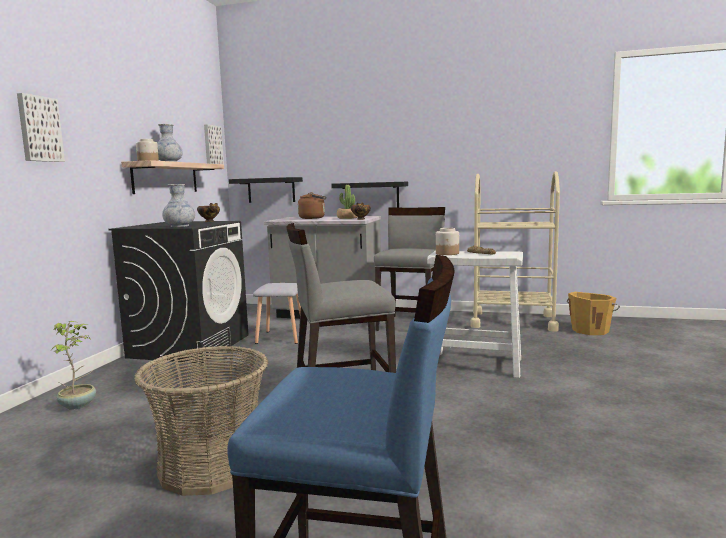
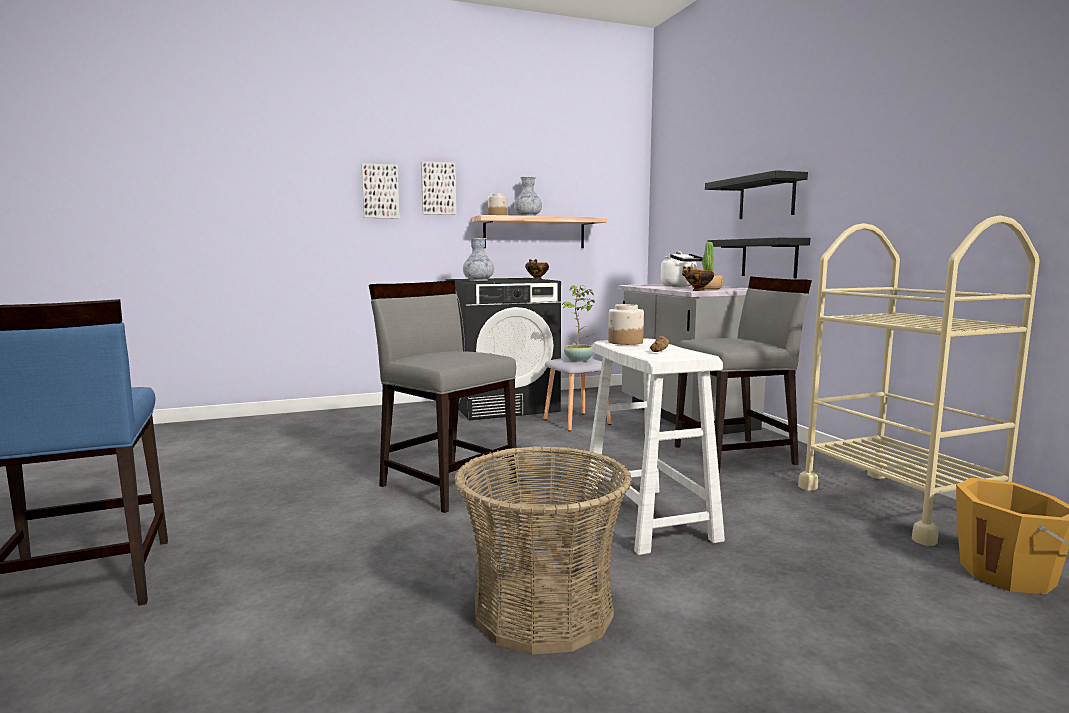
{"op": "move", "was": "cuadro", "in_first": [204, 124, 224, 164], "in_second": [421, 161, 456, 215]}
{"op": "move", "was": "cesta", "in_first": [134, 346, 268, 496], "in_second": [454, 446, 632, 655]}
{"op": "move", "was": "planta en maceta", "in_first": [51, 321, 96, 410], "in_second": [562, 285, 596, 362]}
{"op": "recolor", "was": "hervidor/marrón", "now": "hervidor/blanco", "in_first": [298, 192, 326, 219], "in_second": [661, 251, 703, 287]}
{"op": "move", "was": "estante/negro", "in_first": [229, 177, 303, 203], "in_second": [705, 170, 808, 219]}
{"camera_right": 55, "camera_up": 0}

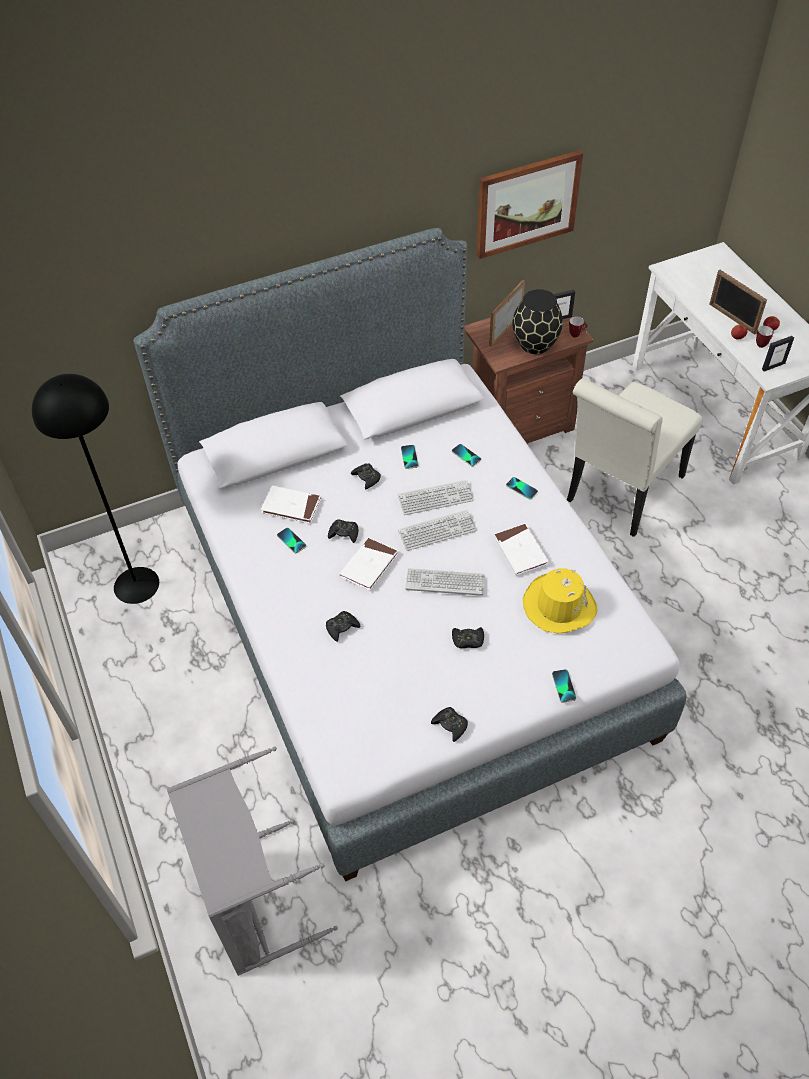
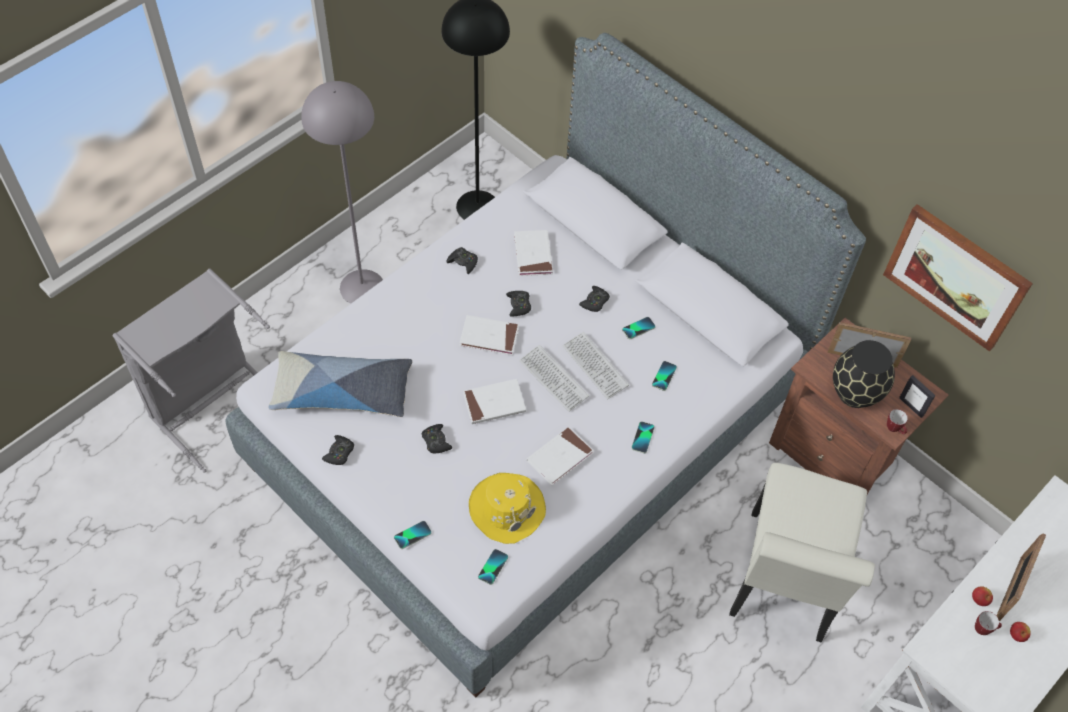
{"op": "insert", "now": "cojín", "in_second": [268, 351, 412, 417]}
{"op": "insert", "now": "lámpara de pie/gris", "in_second": [301, 81, 383, 304]}
{"op": "move", "was": "mando de consola/negro", "in_first": [326, 611, 360, 642], "in_second": [446, 247, 478, 274]}
{"op": "replace", "was": "teclado", "now": "libro/blanco", "in_first": [405, 569, 485, 596], "in_second": [463, 379, 526, 424]}
{"op": "move", "was": "móvil", "in_first": [277, 528, 306, 553], "in_second": [478, 549, 508, 585]}
{"op": "rotate", "was": "silla/blanco", "in_first": [567, 379, 703, 537], "in_second": [729, 463, 875, 643], "clockwise": -90}
{"op": "delete", "was": "portarretratos", "in_first": [762, 336, 794, 372]}
{"camera_right": 65, "camera_up": 5}

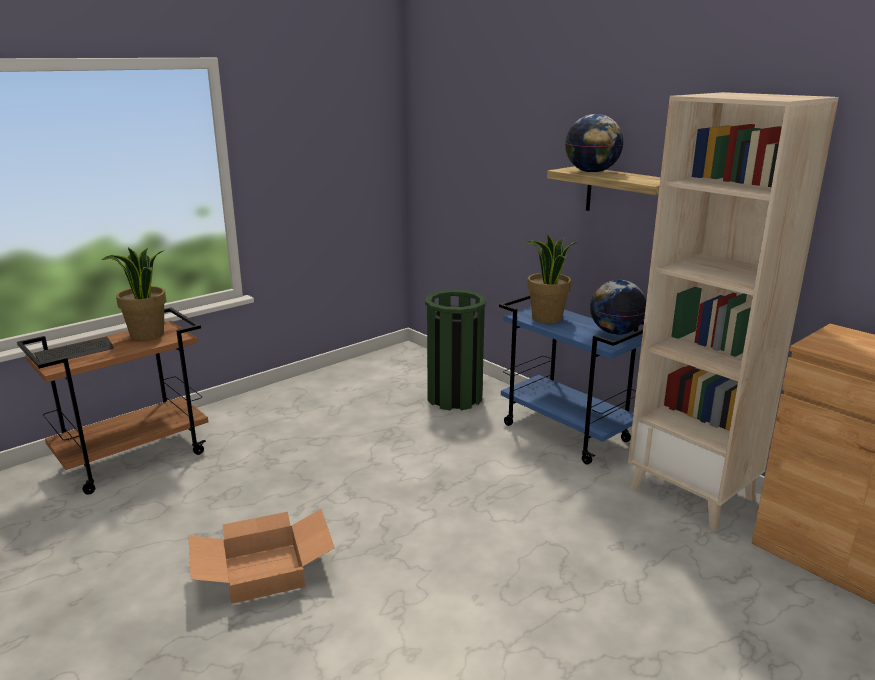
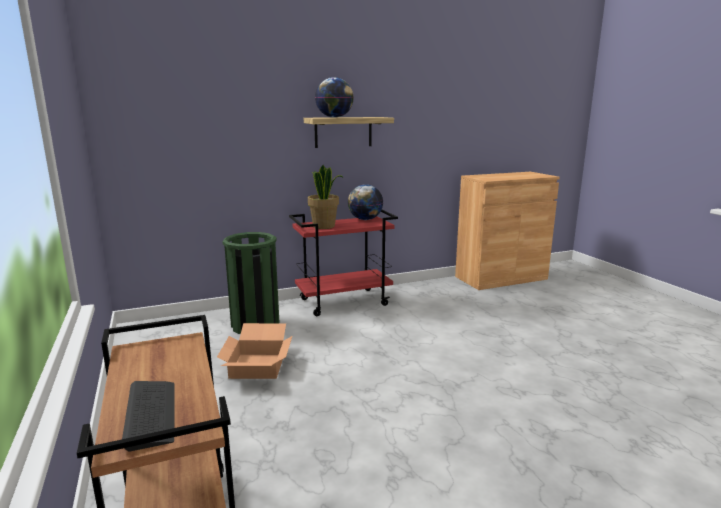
{"op": "move", "was": "caja de cartón", "in_first": [188, 509, 335, 604], "in_second": [217, 323, 292, 379]}
{"op": "recolor", "was": "carrito/azul", "now": "carrito/rojo", "in_first": [499, 295, 644, 465], "in_second": [289, 210, 398, 316]}
{"op": "delete", "was": "planta en maceta", "in_first": [102, 247, 167, 341]}
{"op": "delete", "was": "estantería/beis", "in_first": [628, 92, 839, 531]}
{"camera_right": -70, "camera_up": -5}

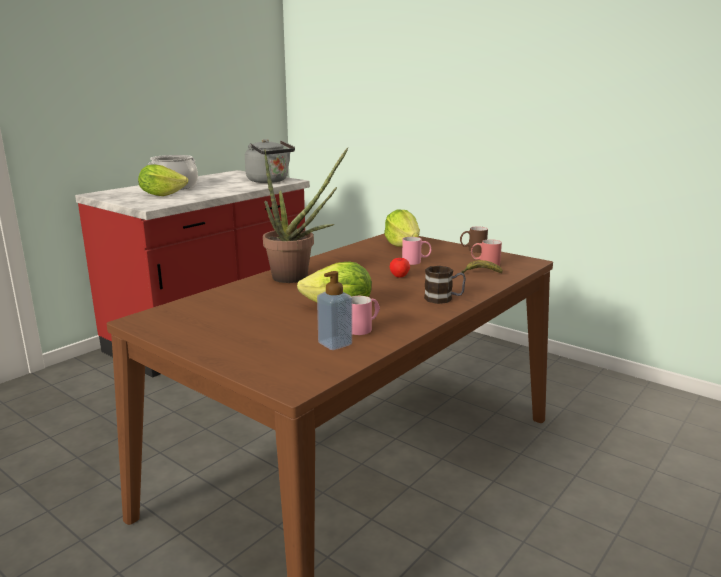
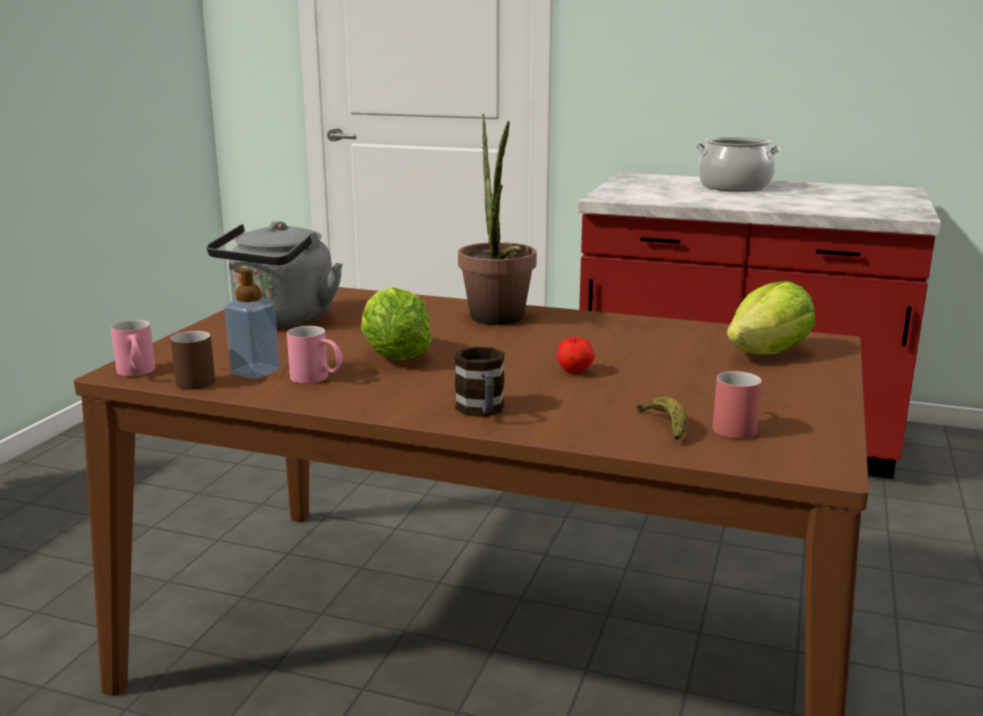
{"op": "move", "was": "taza grande/rosa", "in_first": [402, 237, 431, 265], "in_second": [111, 320, 156, 376]}
{"op": "move", "was": "taza grande/marrón", "in_first": [460, 226, 488, 253], "in_second": [170, 331, 215, 390]}
{"op": "move", "was": "hervidor/gris", "in_first": [245, 139, 295, 183], "in_second": [206, 221, 343, 327]}
{"op": "delete", "was": "lechuga", "in_first": [138, 164, 188, 196]}
{"camera_right": 70, "camera_up": 0}

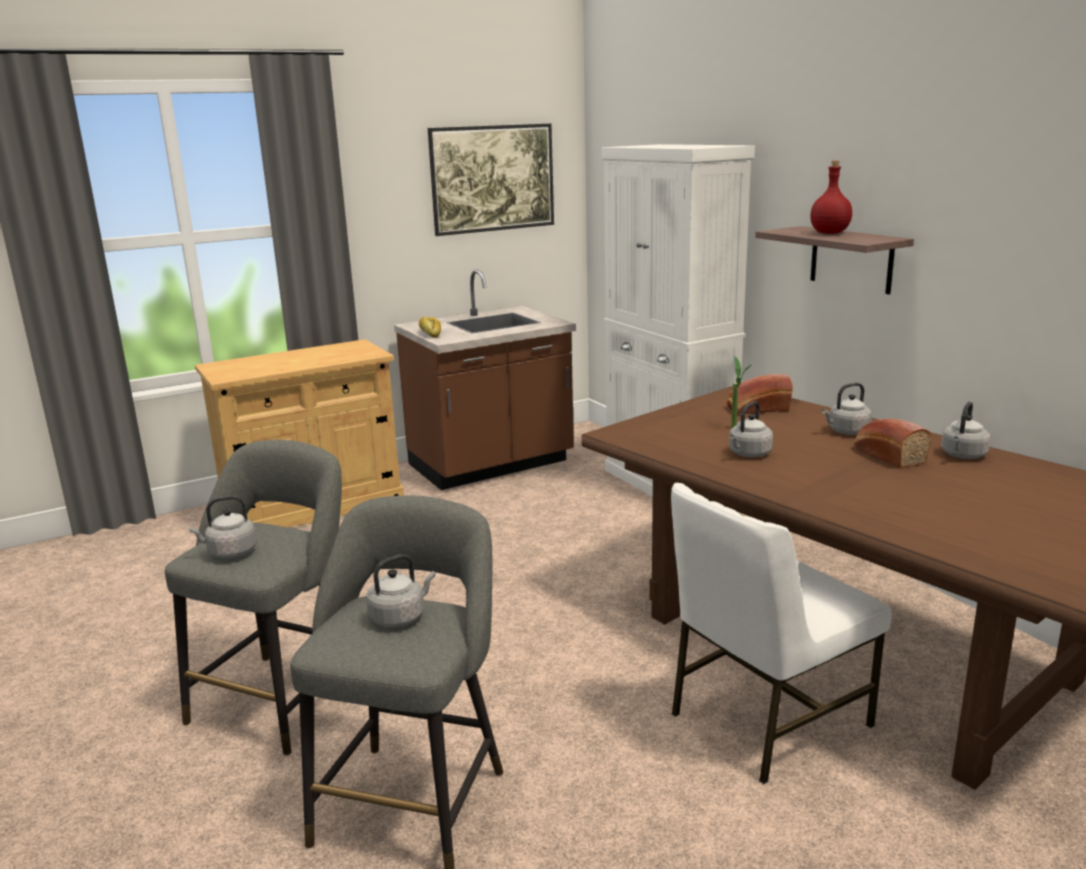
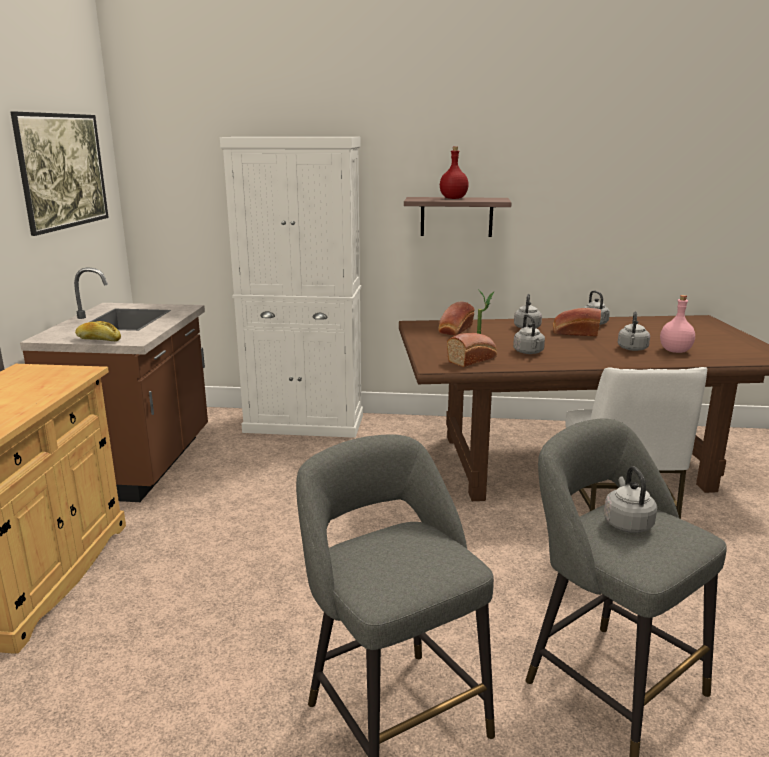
{"op": "insert", "now": "pan", "in_second": [447, 333, 497, 367]}
{"op": "move", "was": "hervidor/gris", "in_first": [189, 496, 257, 558], "in_second": [618, 311, 650, 351]}
{"op": "insert", "now": "botella/rosa", "in_second": [660, 295, 695, 353]}
{"camera_right": -55, "camera_up": 0}

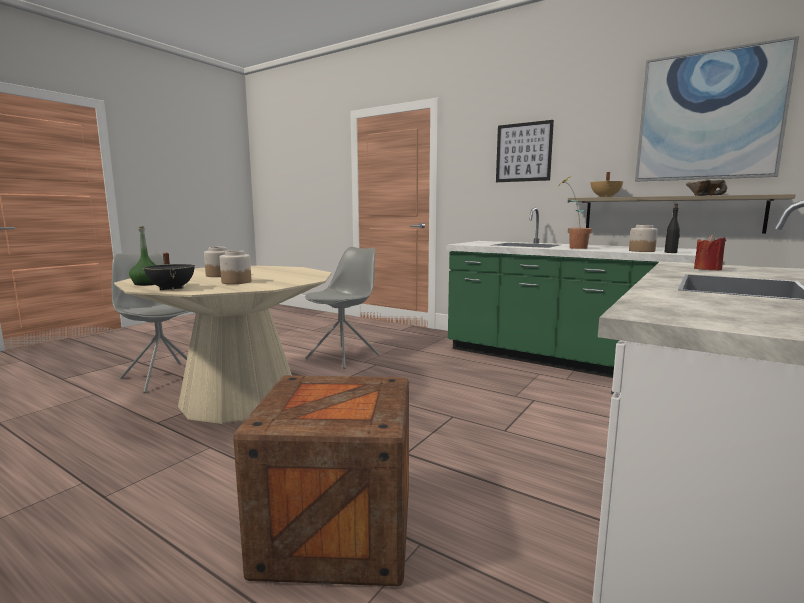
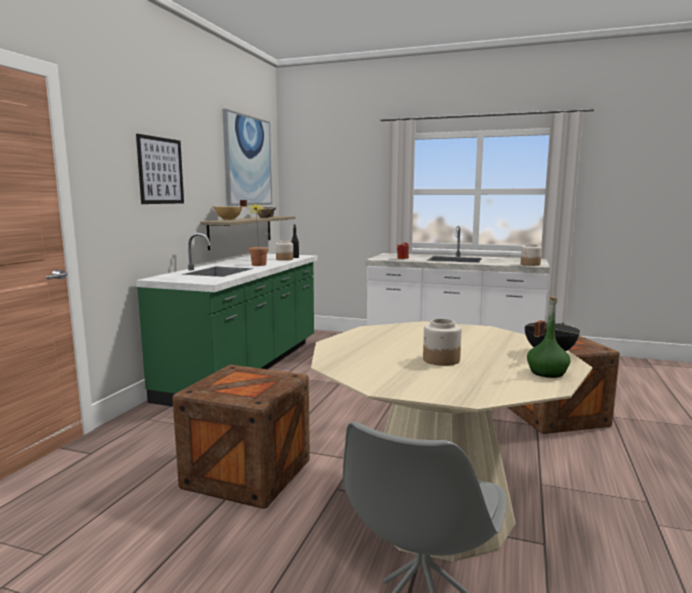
{"op": "replace", "was": "silla/gris", "now": "caja de embalaje", "in_first": [305, 247, 379, 369], "in_second": [172, 365, 310, 509]}
{"op": "move", "was": "tarro", "in_first": [220, 250, 251, 284], "in_second": [521, 244, 542, 266]}
{"camera_right": -105, "camera_up": 0}

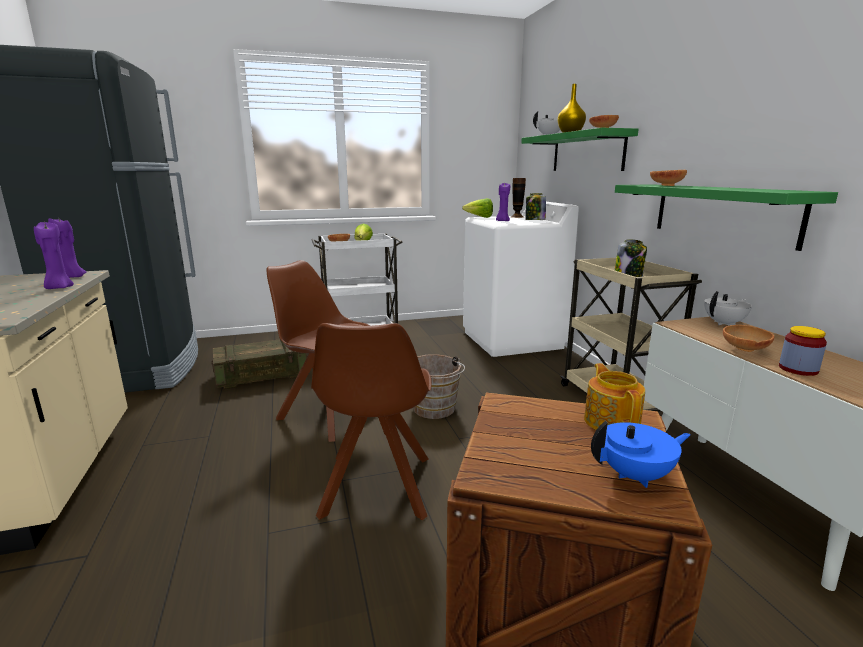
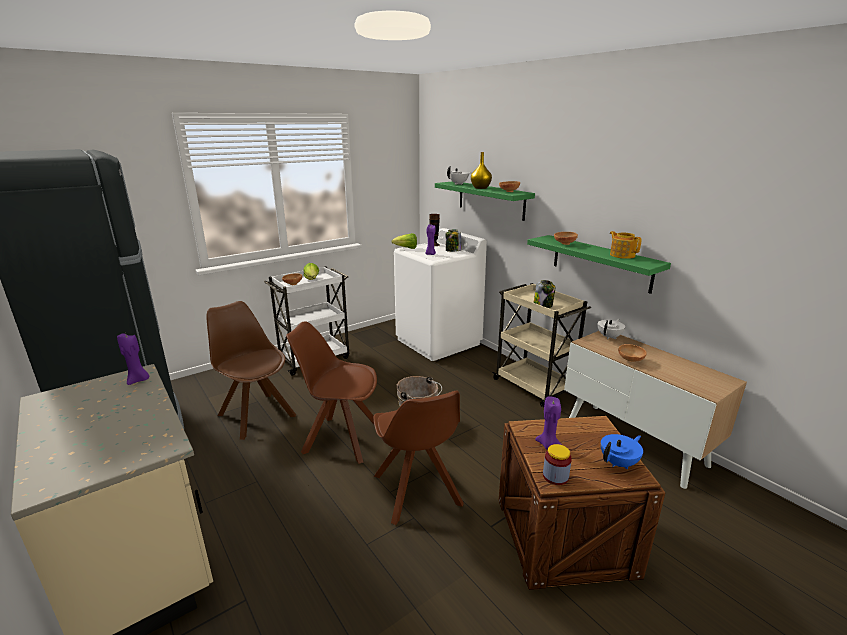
{"op": "replace", "was": "caja de embalaje", "now": "silla/marrón", "in_first": [211, 339, 307, 390], "in_second": [207, 301, 296, 440]}
{"op": "move", "was": "vela/morado", "in_first": [34, 221, 74, 289], "in_second": [535, 397, 562, 450]}
{"op": "move", "was": "tarro", "in_first": [779, 326, 827, 376], "in_second": [543, 444, 572, 485]}
{"op": "move", "was": "tetera", "in_first": [584, 363, 645, 430], "in_second": [610, 231, 642, 259]}
{"camera_right": -20, "camera_up": 5}

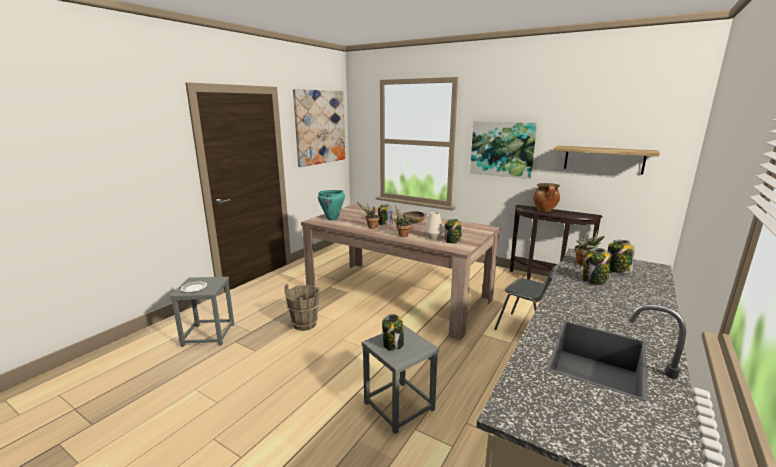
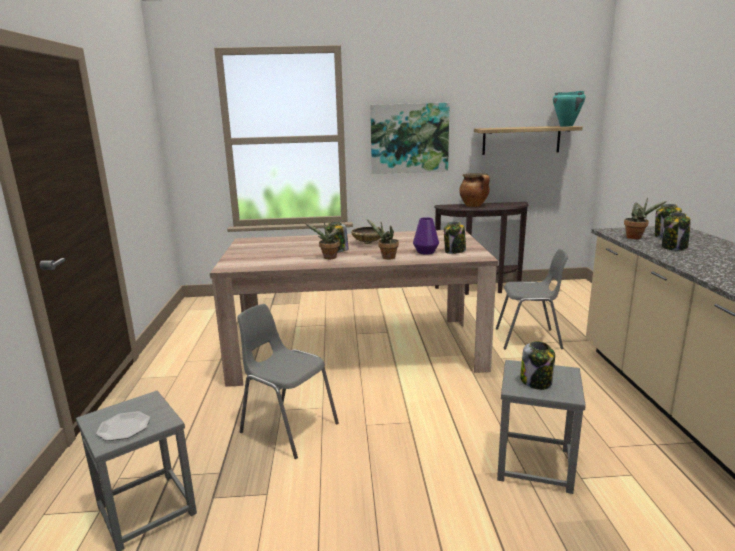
{"op": "replace", "was": "cubo/marrón", "now": "silla/gris", "in_first": [284, 284, 320, 331], "in_second": [237, 304, 339, 459]}
{"op": "recolor", "was": "florero/blanco", "now": "florero/morado", "in_first": [424, 212, 444, 240], "in_second": [413, 217, 439, 255]}
{"op": "move", "was": "olla/turquesa", "in_first": [318, 190, 345, 220], "in_second": [553, 91, 585, 126]}
{"op": "delete", "was": "cuadro", "in_first": [293, 89, 345, 167]}
{"camera_right": -35, "camera_up": 0}

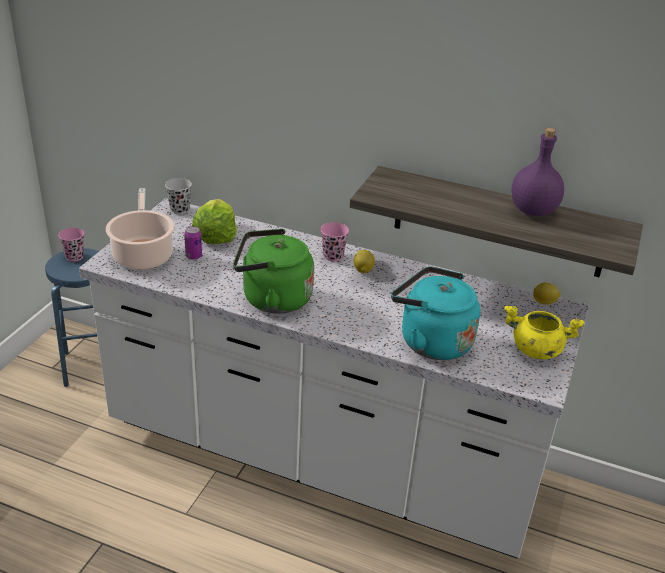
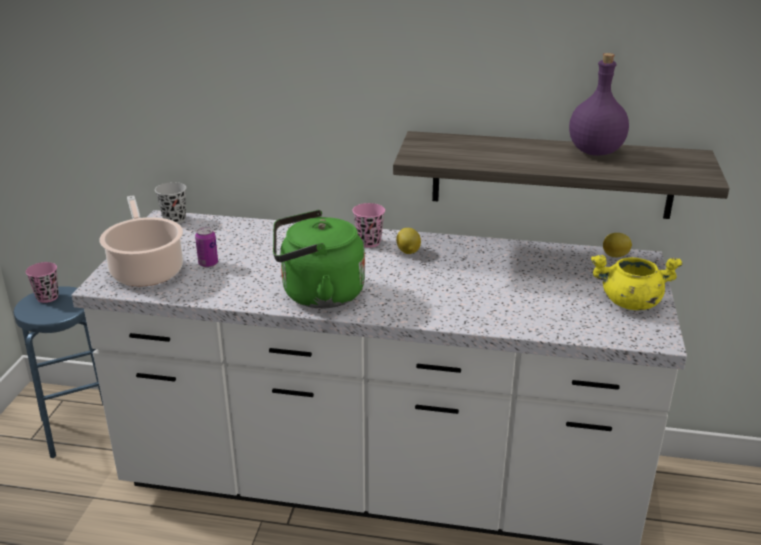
{"op": "delete", "was": "lechuga", "in_first": [192, 199, 237, 244]}
{"op": "delete", "was": "hervidor/turquesa", "in_first": [391, 266, 480, 360]}
{"camera_right": -10, "camera_up": -5}

